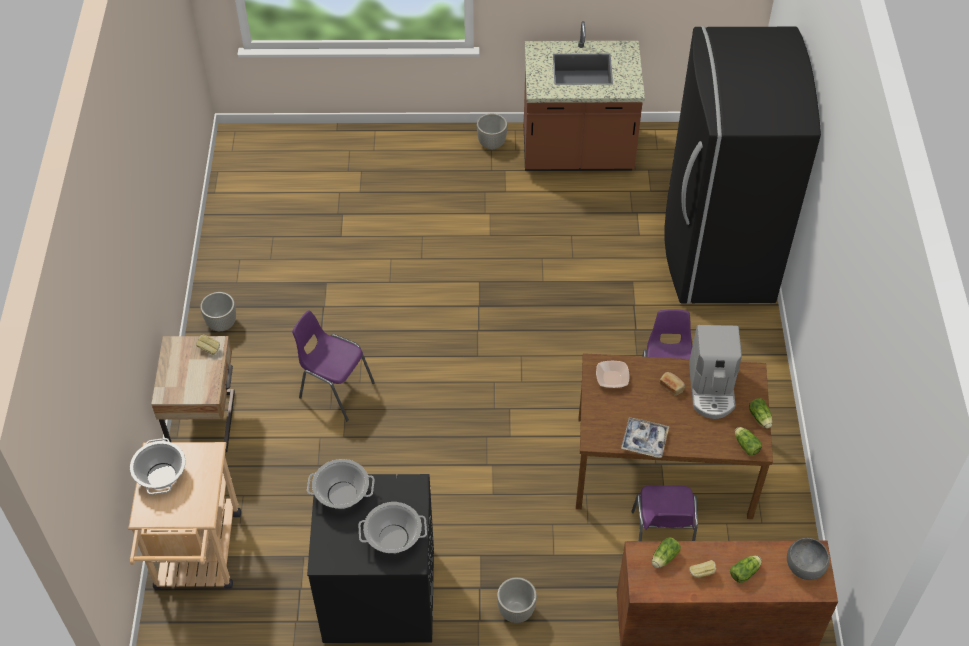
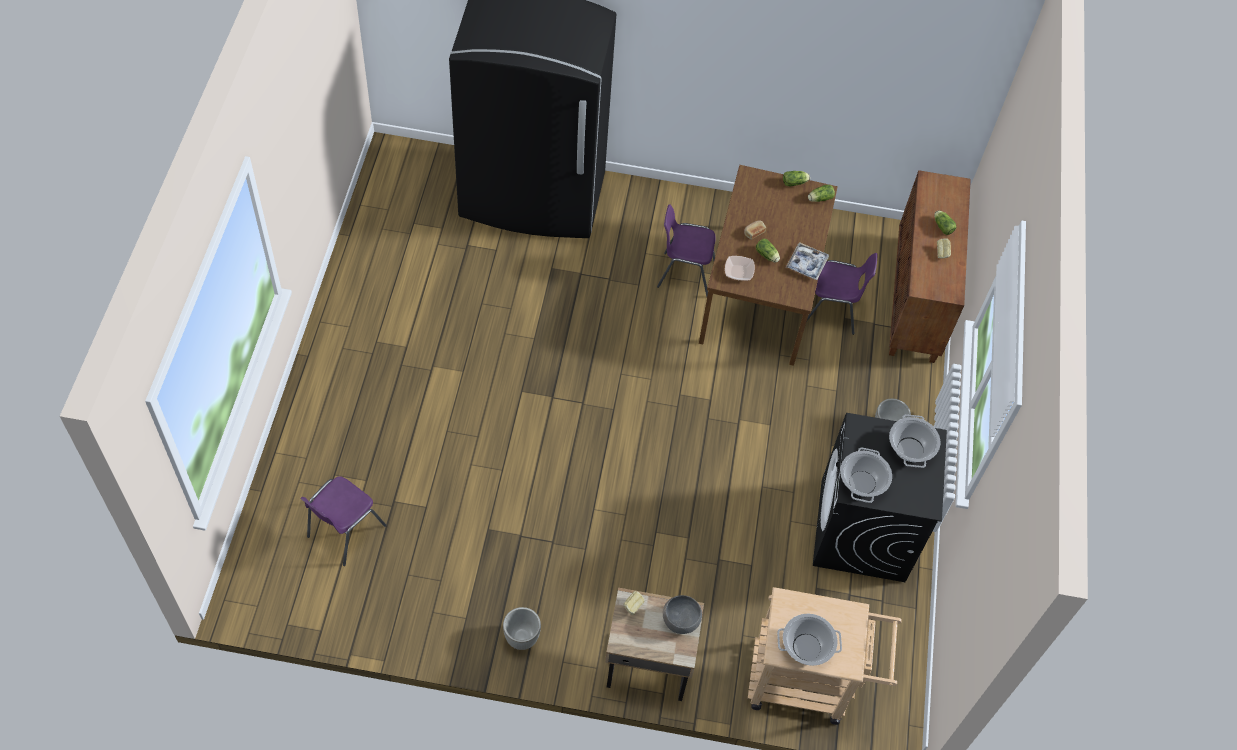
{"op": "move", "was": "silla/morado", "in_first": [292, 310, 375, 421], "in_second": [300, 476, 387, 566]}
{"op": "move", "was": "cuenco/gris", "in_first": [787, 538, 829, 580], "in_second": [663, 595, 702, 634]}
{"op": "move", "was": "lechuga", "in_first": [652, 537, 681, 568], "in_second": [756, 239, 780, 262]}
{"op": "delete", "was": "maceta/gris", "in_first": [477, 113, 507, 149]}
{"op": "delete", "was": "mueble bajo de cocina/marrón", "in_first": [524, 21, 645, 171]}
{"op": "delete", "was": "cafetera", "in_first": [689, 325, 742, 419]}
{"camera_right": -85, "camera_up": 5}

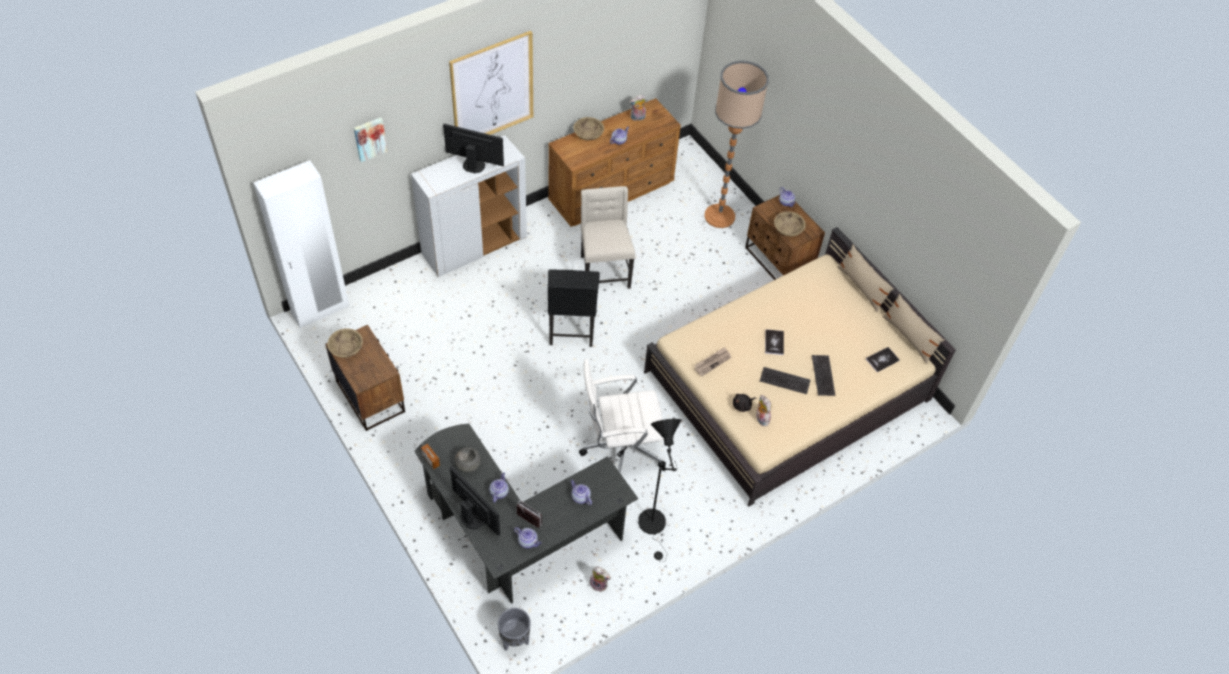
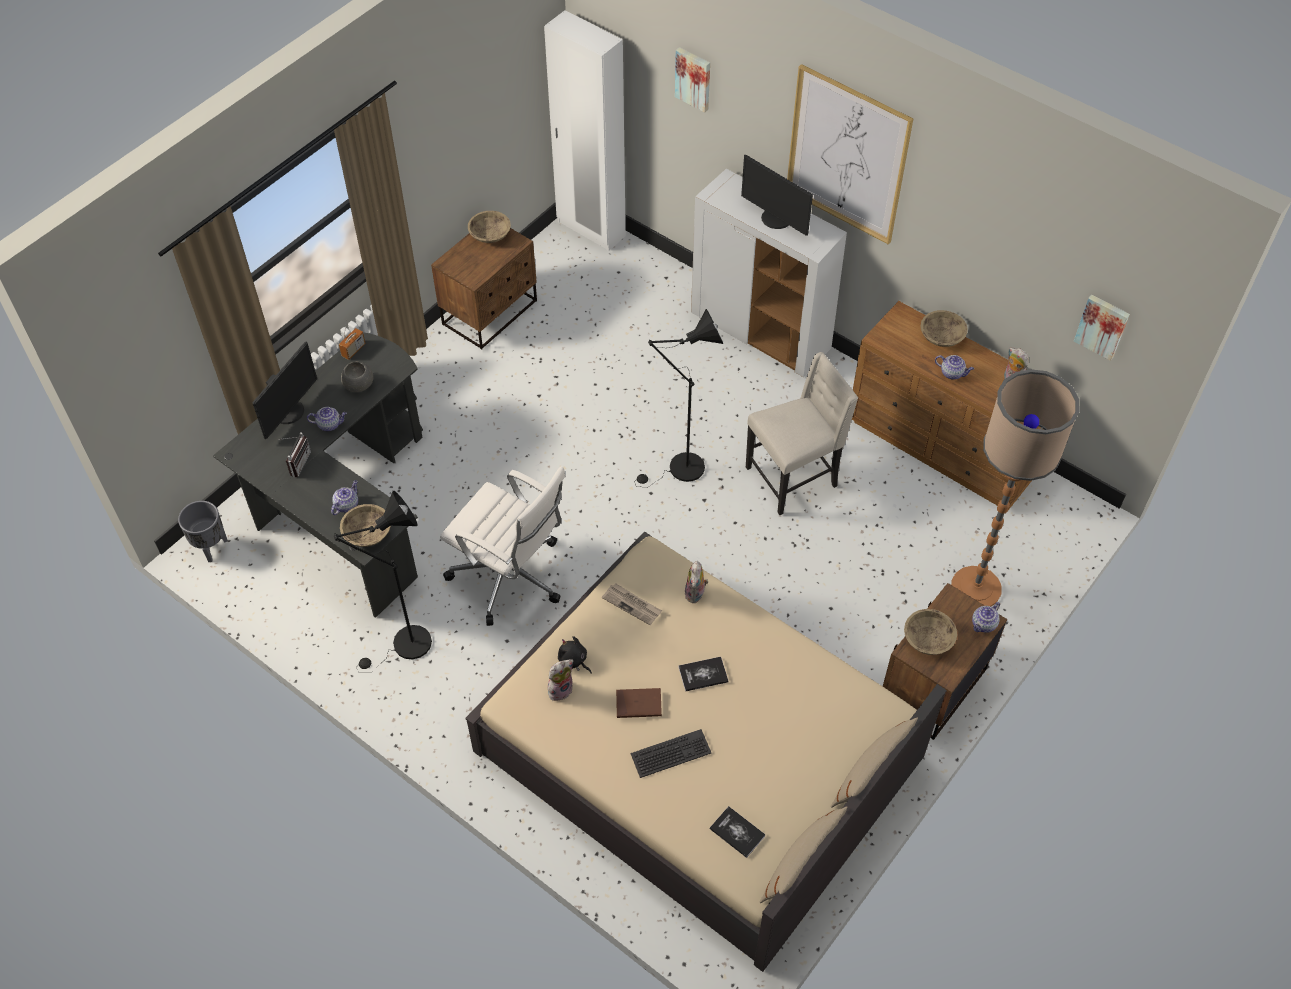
{"op": "insert", "now": "cuenco/beis", "in_second": [340, 504, 391, 547]}
{"op": "rotate", "was": "silla de oficina/blanco", "in_first": [579, 359, 666, 472], "in_second": [440, 466, 566, 626], "clockwise": 150}
{"op": "replace", "was": "teclado", "now": "libro/marrón", "in_first": [760, 367, 810, 394], "in_second": [616, 688, 662, 718]}
{"op": "replace", "was": "silla/negro", "now": "lámpara de pie/negro", "in_first": [548, 269, 600, 347], "in_second": [635, 309, 723, 488]}
{"op": "move", "was": "peluche", "in_first": [589, 567, 611, 592], "in_second": [685, 561, 708, 603]}
{"op": "rotate", "was": "monitor", "in_first": [443, 124, 504, 173], "in_second": [741, 155, 813, 236], "clockwise": 135}
{"op": "insert", "now": "cuadro", "in_second": [1074, 295, 1130, 361]}
{"op": "delete", "was": "tetera", "in_first": [514, 527, 541, 548]}
{"camera_right": 75, "camera_up": 0}

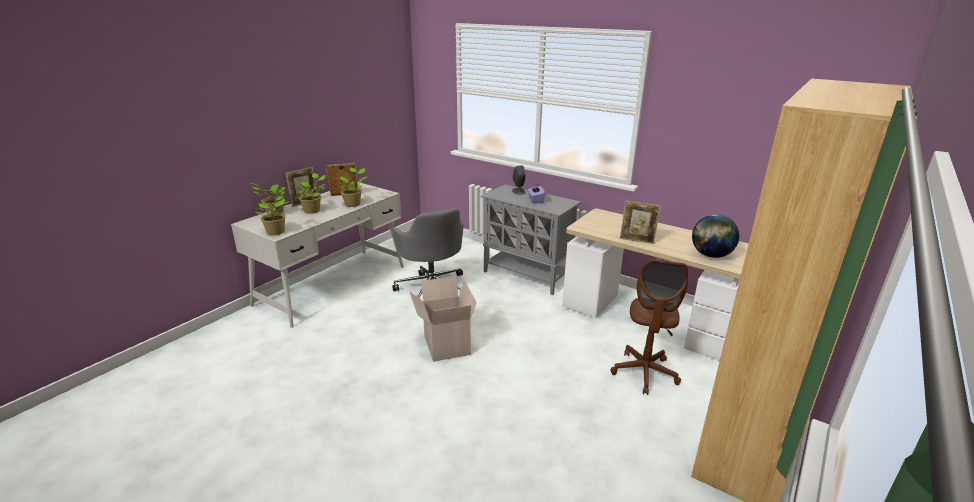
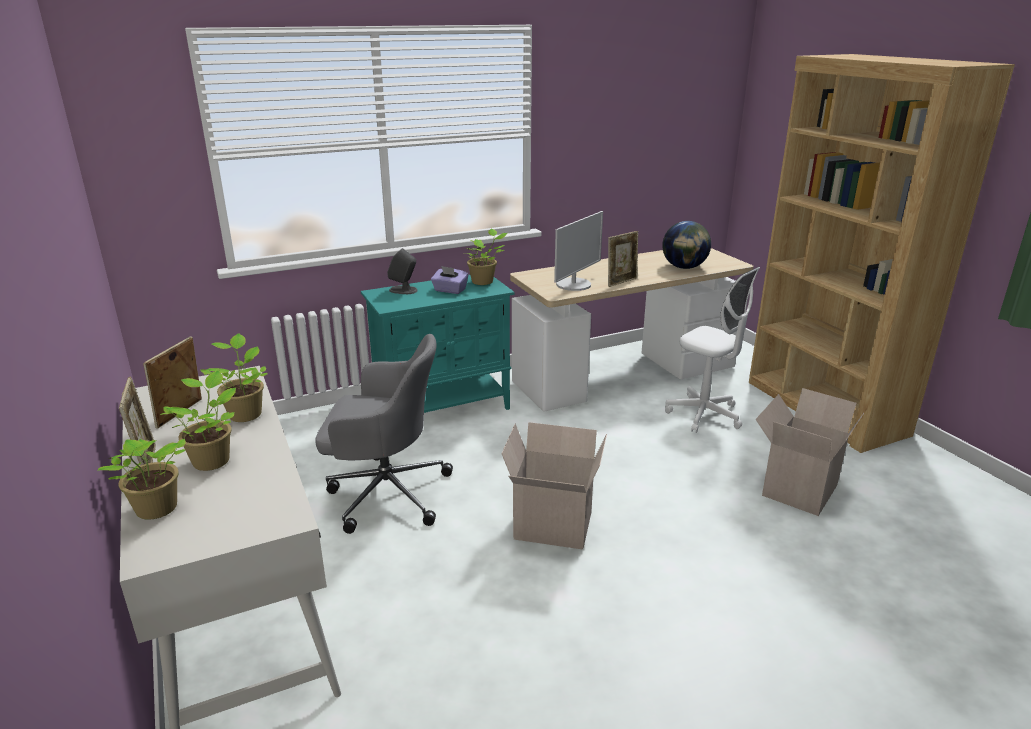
{"op": "recolor", "was": "armario/gris", "now": "armario/turquesa", "in_first": [481, 184, 581, 295], "in_second": [361, 275, 515, 413]}
{"op": "move", "was": "planta en maceta", "in_first": [256, 195, 288, 235], "in_second": [462, 229, 507, 285]}
{"op": "insert", "now": "monitor", "in_second": [554, 211, 603, 291]}
{"op": "recolor", "was": "silla de oficina/marrón", "now": "silla de oficina/blanco", "in_first": [610, 260, 688, 395], "in_second": [665, 267, 760, 433]}
{"op": "insert", "now": "caja de cartón", "in_second": [756, 388, 864, 516]}
{"camera_right": -60, "camera_up": 0}

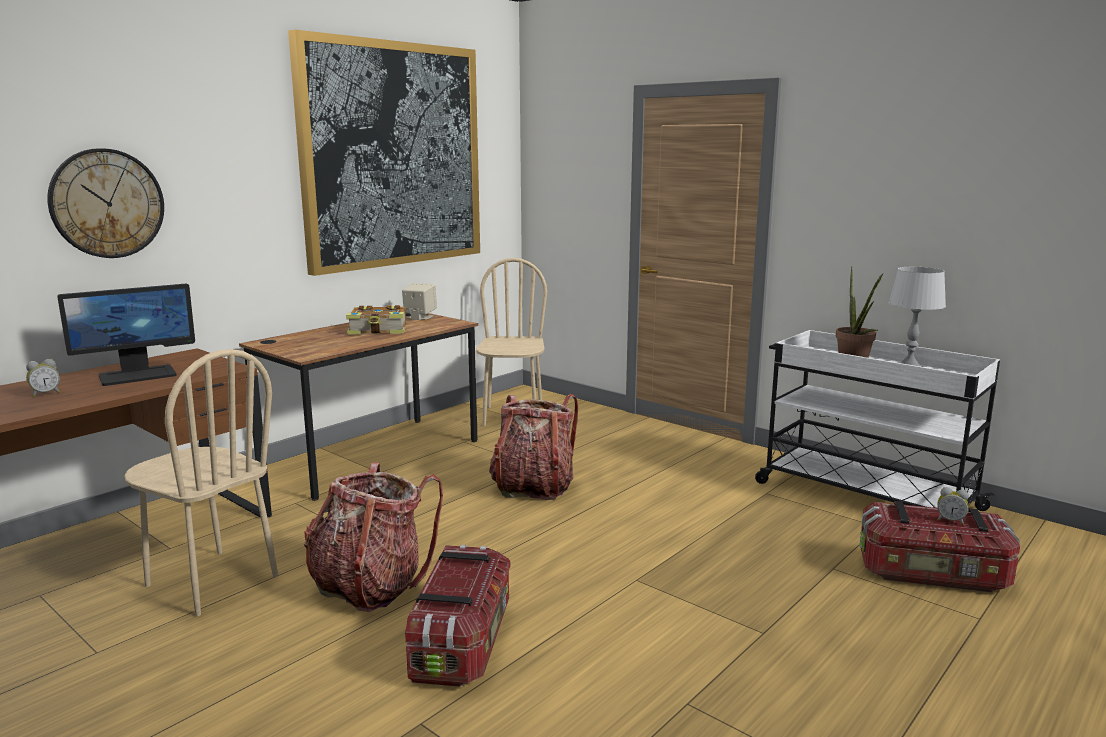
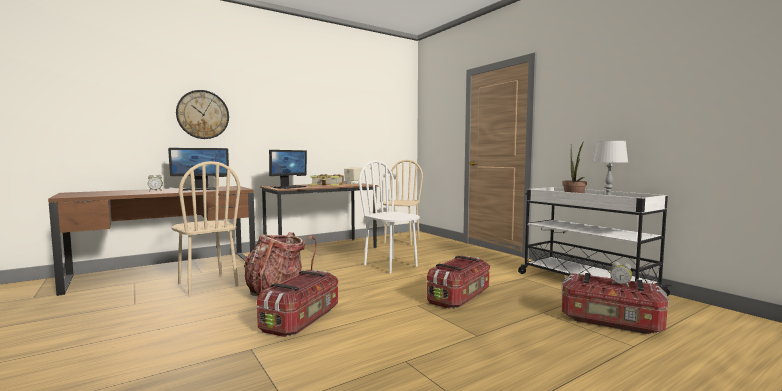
{"op": "insert", "now": "monitor", "in_second": [269, 150, 307, 189]}
{"op": "replace", "was": "mochila", "now": "silla/blanco", "in_first": [489, 394, 578, 500], "in_second": [359, 160, 420, 273]}
{"op": "insert", "now": "caja de almacenaje", "in_second": [427, 256, 490, 309]}
{"op": "delete", "was": "cuadro", "in_first": [288, 30, 480, 276]}
{"camera_right": 15, "camera_up": -10}

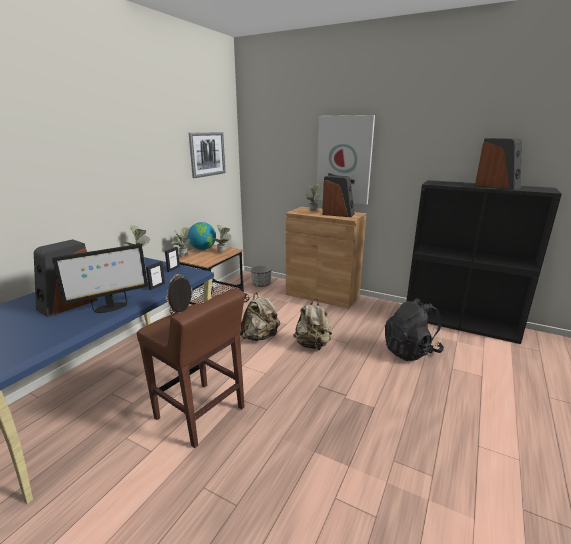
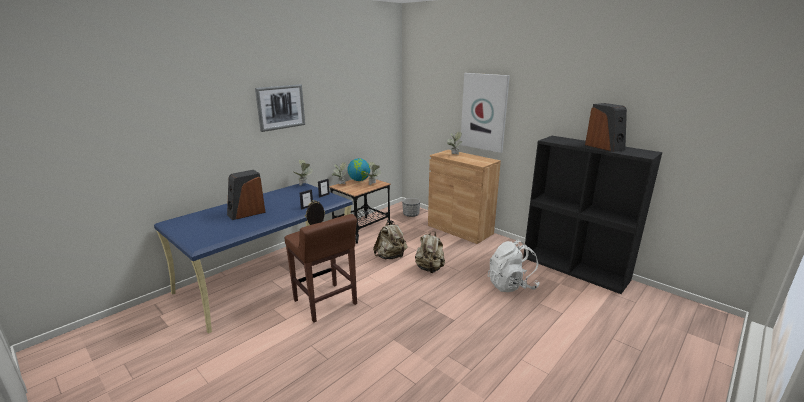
{"op": "move", "was": "cuadro", "in_first": [189, 132, 226, 178], "in_second": [255, 84, 305, 132]}
{"op": "recolor", "was": "mochila/negro", "now": "mochila/blanco", "in_first": [385, 298, 444, 361], "in_second": [488, 239, 539, 292]}
{"op": "delete", "was": "monitor", "in_first": [52, 244, 148, 313]}
{"op": "delete", "was": "altavoz", "in_first": [322, 175, 355, 217]}
{"camera_right": 15, "camera_up": 0}

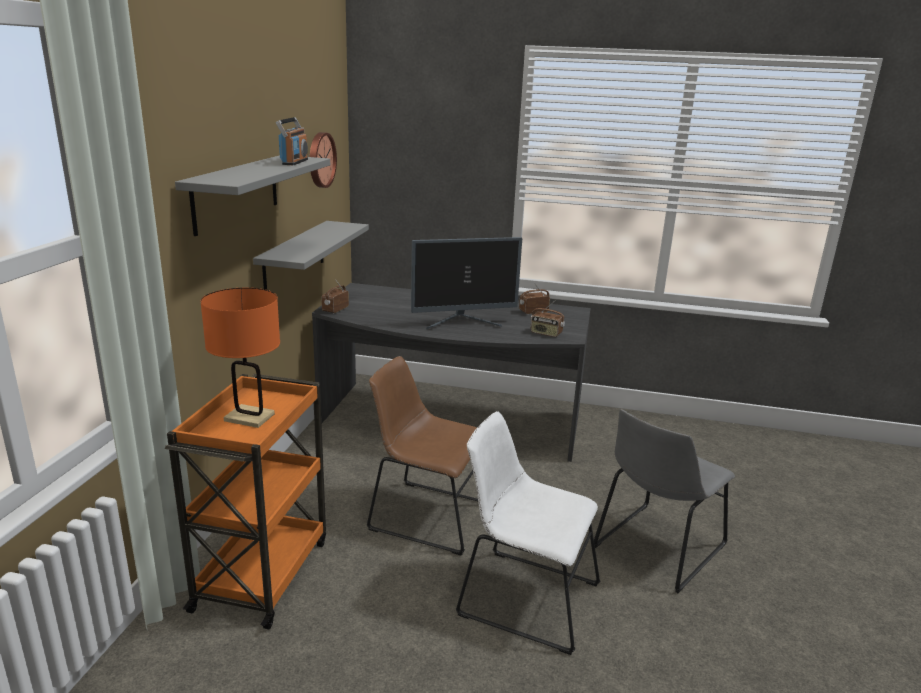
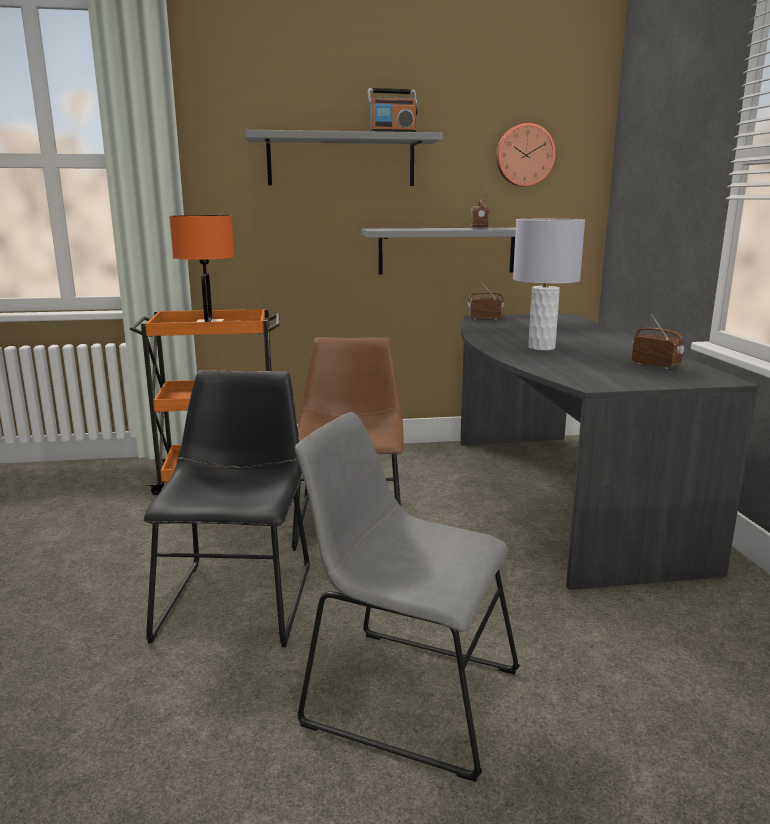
{"op": "recolor", "was": "silla/blanco", "now": "silla/negro", "in_first": [456, 411, 600, 655], "in_second": [144, 370, 310, 647]}
{"op": "move", "was": "radio", "in_first": [531, 300, 565, 337], "in_second": [471, 188, 489, 229]}
{"op": "replace", "was": "monitor", "now": "lámpara de mesa/gris", "in_first": [411, 237, 522, 329], "in_second": [513, 219, 585, 351]}
{"camera_right": 70, "camera_up": -5}

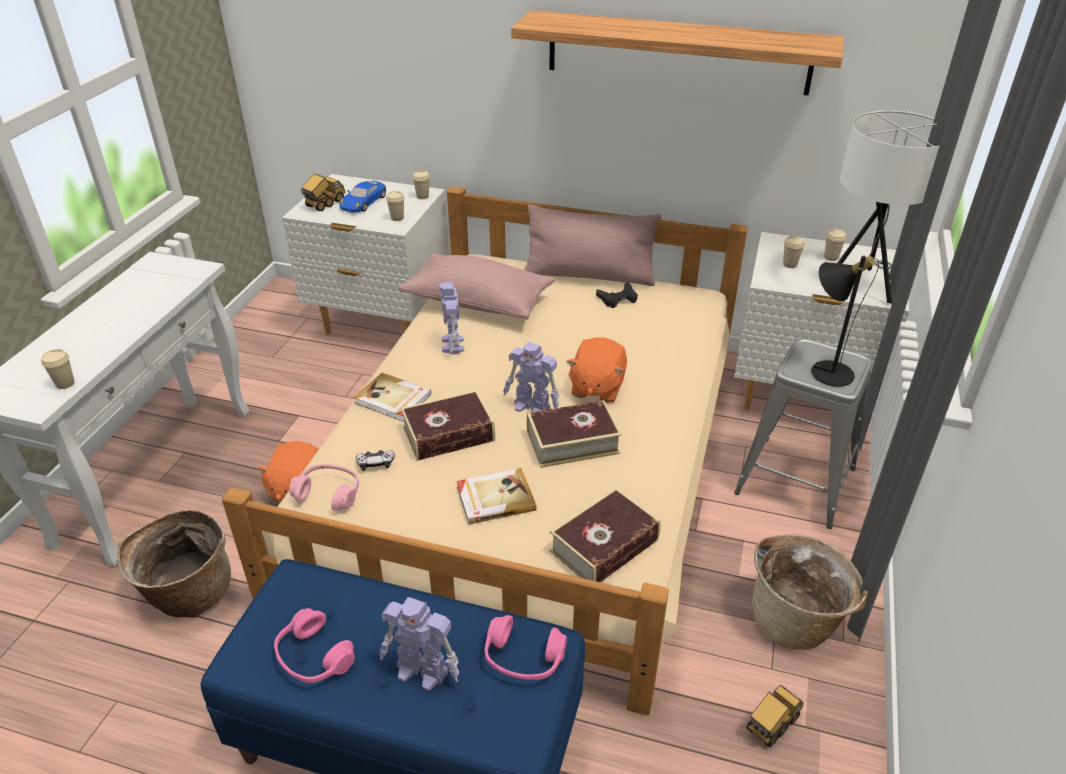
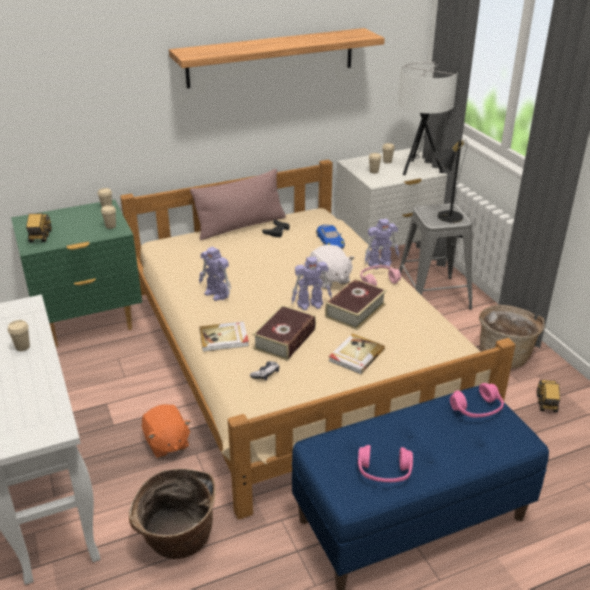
{"op": "move", "was": "taza/beis", "in_first": [41, 349, 75, 389], "in_second": [8, 320, 30, 351]}
{"op": "recolor", "was": "mesita de noche/blanco", "now": "mesita de noche/verde", "in_first": [282, 174, 449, 334], "in_second": [11, 200, 142, 347]}
{"op": "recolor", "was": "peluche/naranja", "now": "peluche/blanco", "in_first": [566, 337, 627, 403], "in_second": [310, 245, 355, 289]}
{"op": "move", "was": "coche de juguete/azul", "in_first": [339, 181, 386, 213], "in_second": [316, 225, 345, 249]}
{"op": "move", "was": "auriculares/rosa", "in_first": [289, 464, 359, 511], "in_second": [360, 265, 401, 286]}
{"op": "move", "was": "robot de juguete", "in_first": [379, 597, 459, 691], "in_second": [365, 219, 399, 269]}
{"op": "delete", "was": "cojín/rosa", "in_first": [398, 253, 555, 320]}
{"op": "delete", "was": "libro", "in_first": [549, 487, 661, 582]}
{"camera_right": -40, "camera_up": -5}

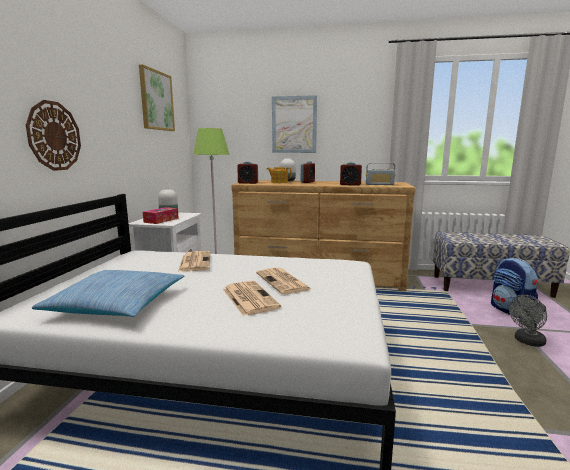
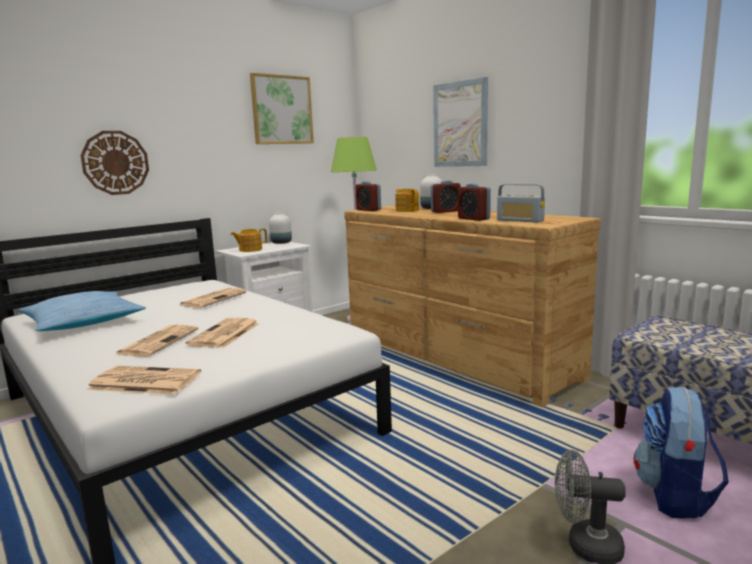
{"op": "insert", "now": "periódico", "in_second": [86, 366, 201, 395]}
{"op": "replace", "was": "caja de pañuelos", "now": "tetera", "in_first": [143, 207, 179, 224], "in_second": [230, 228, 267, 252]}
{"camera_right": 40, "camera_up": 0}

